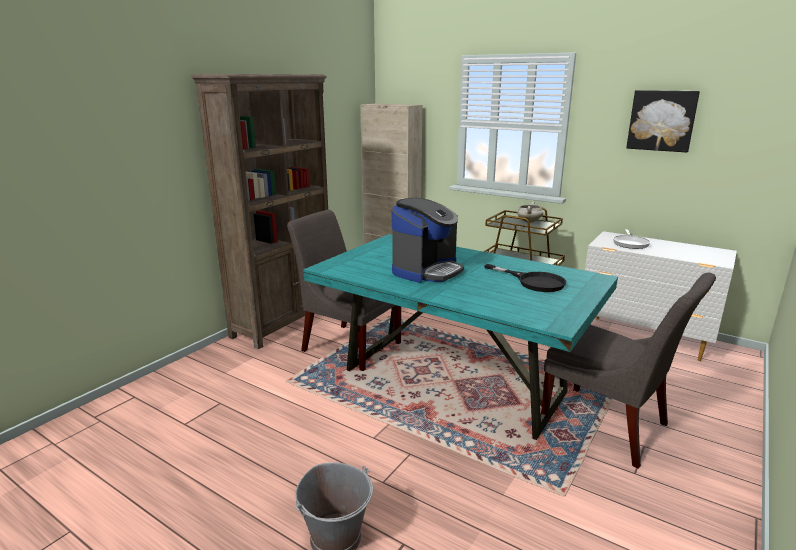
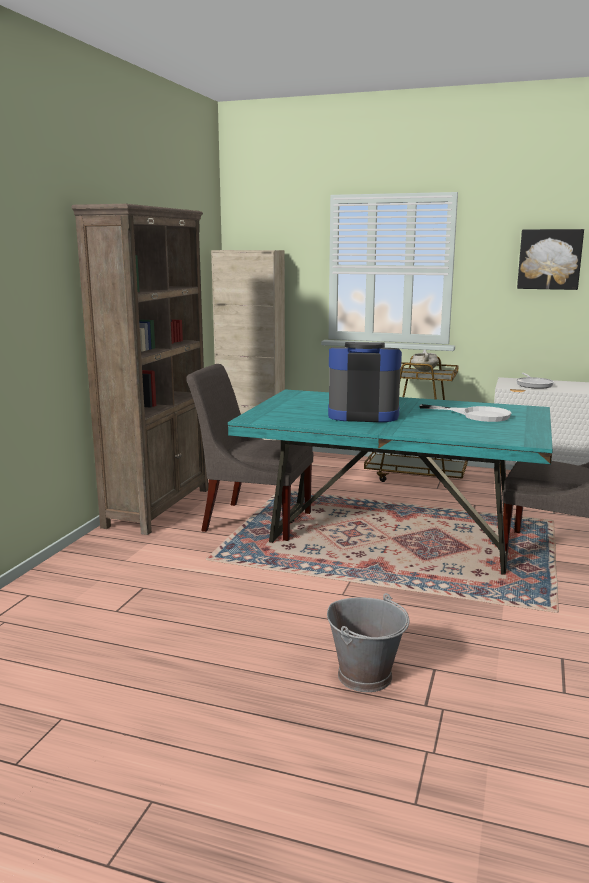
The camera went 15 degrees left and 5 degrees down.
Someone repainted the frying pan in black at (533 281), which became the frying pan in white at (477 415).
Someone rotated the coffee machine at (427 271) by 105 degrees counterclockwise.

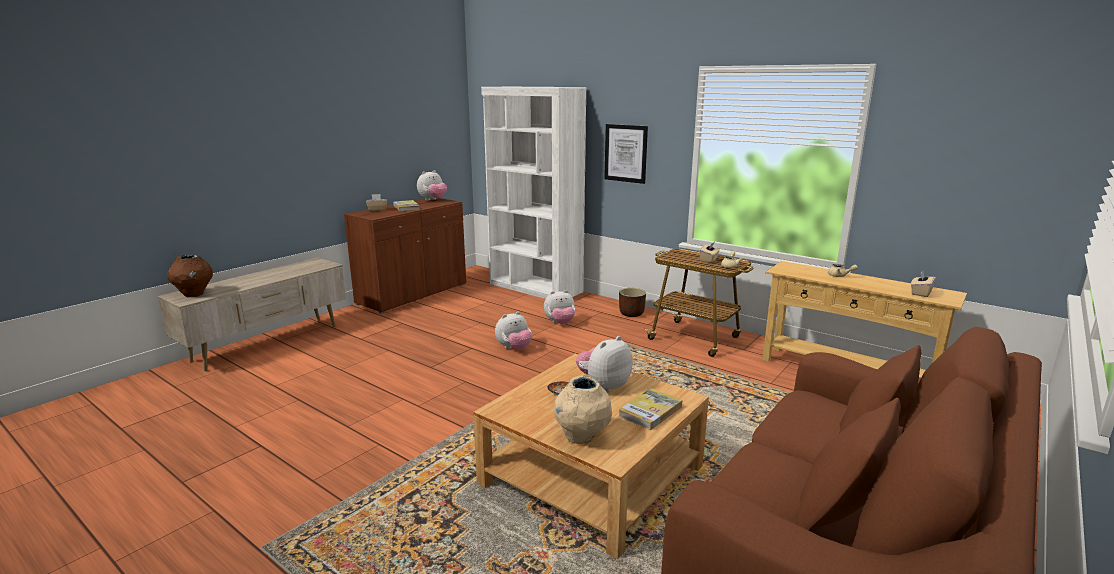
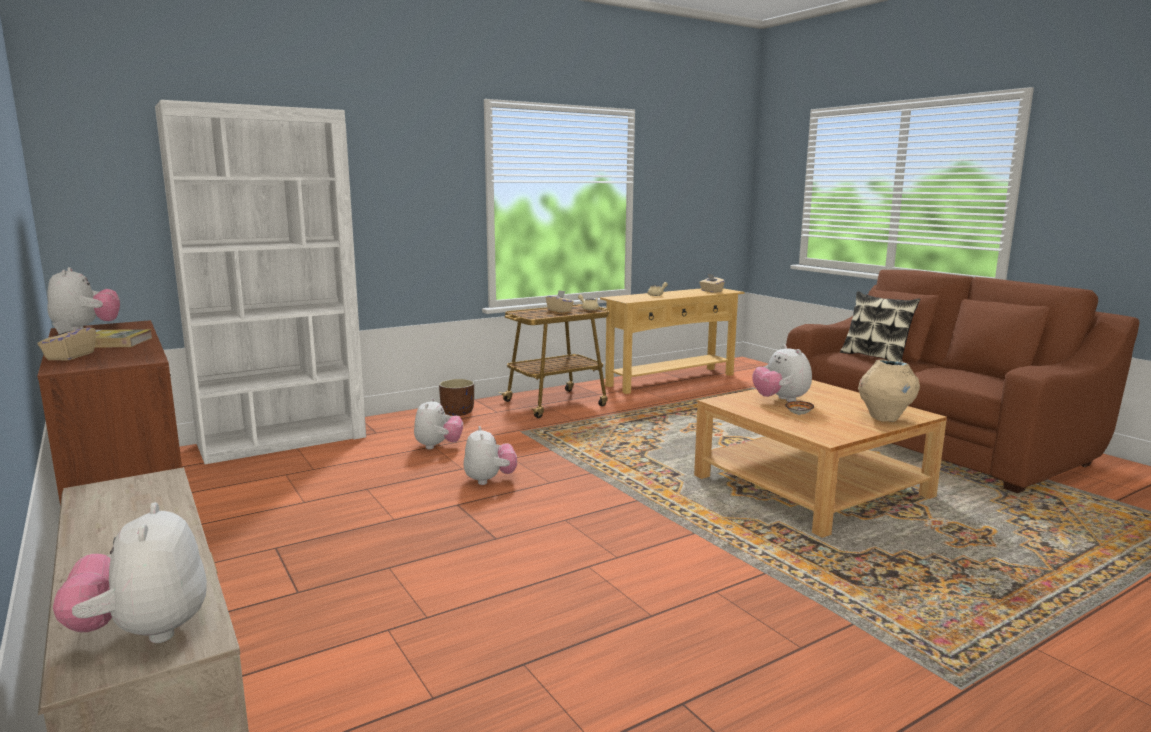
The camera went 70 degrees left and 5 degrees down.
Someone took away the picture at (625 153).
Someone took away the book at (650 411).
Someone put down the pillow at (875 357).
Someone swapped the vase in brown at (194 294) for the plush toy at (144 632).

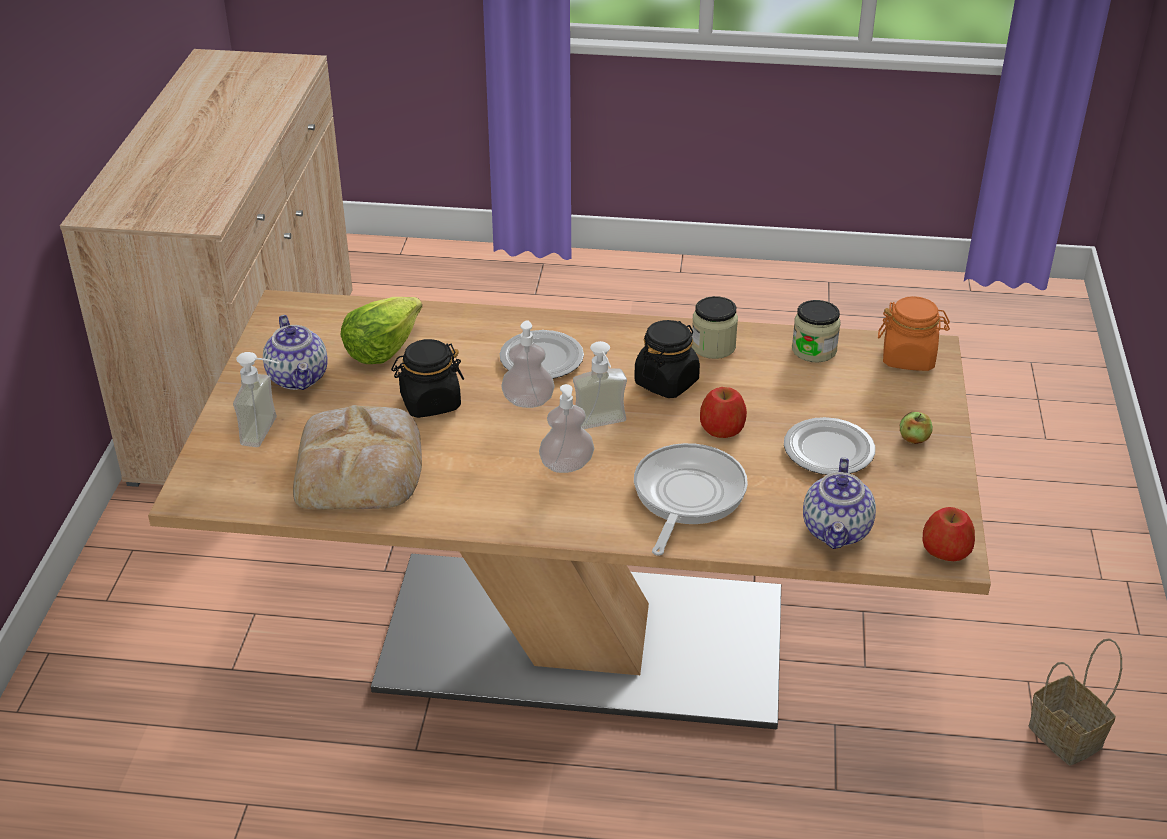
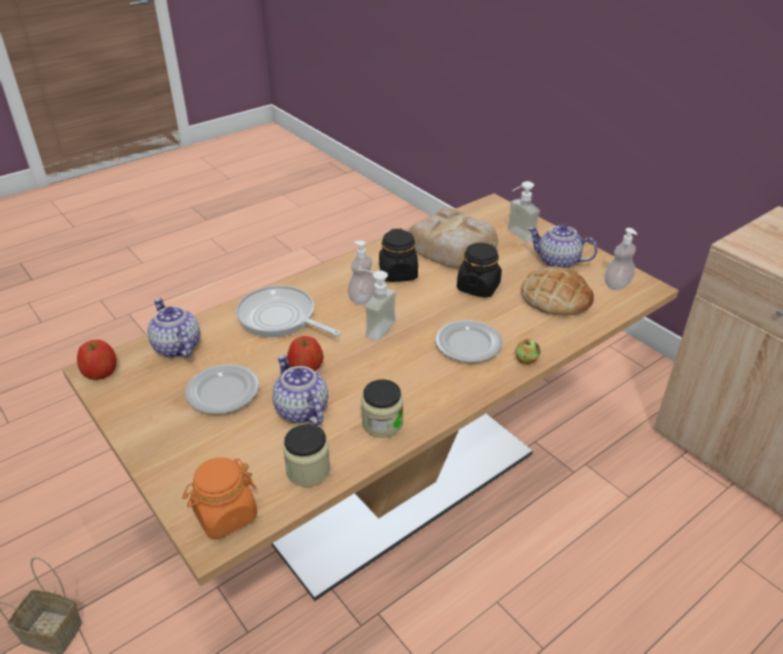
The camera went 135 degrees right and 0 degrees up.
Someone put down the teapot at (300 410).
Someone carried the soap dispenser from (528 401) to (617 285).
Someone carried the jar in black from (666 382) to (398 274).
Someone carried the apple from (913 439) to (526 360).
Someone swapped the lettuce at (382 348) for the bread at (556 297).
Someone rotated the frying pan at (686 496) by 150 degrees clockwise.

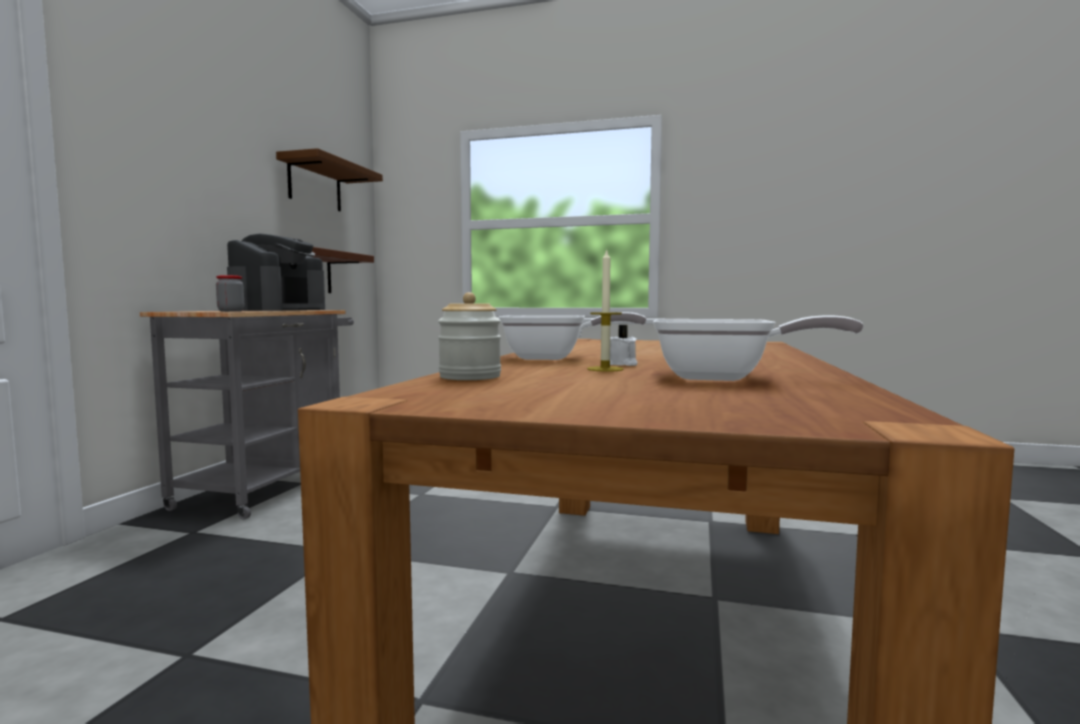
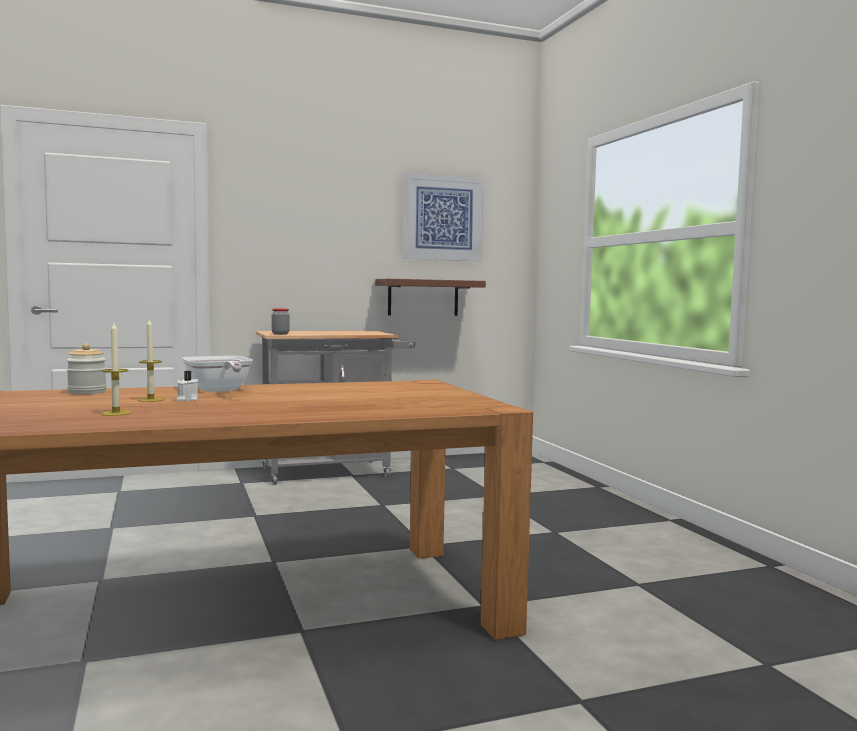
The camera went 55 degrees right and 0 degrees up.
Someone took away the coffee machine at (279 310).
Someone swapped the shelf in brown at (315 185) for the picture at (443 218).
Someone swapped the frying pan at (725 378) for the candle at (116 413).

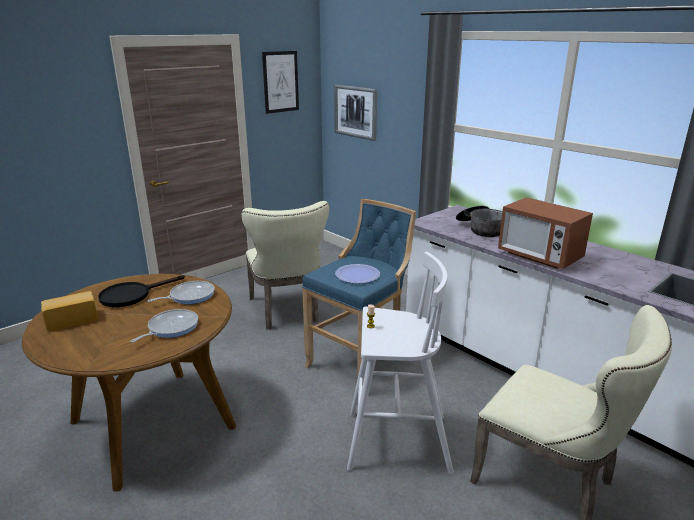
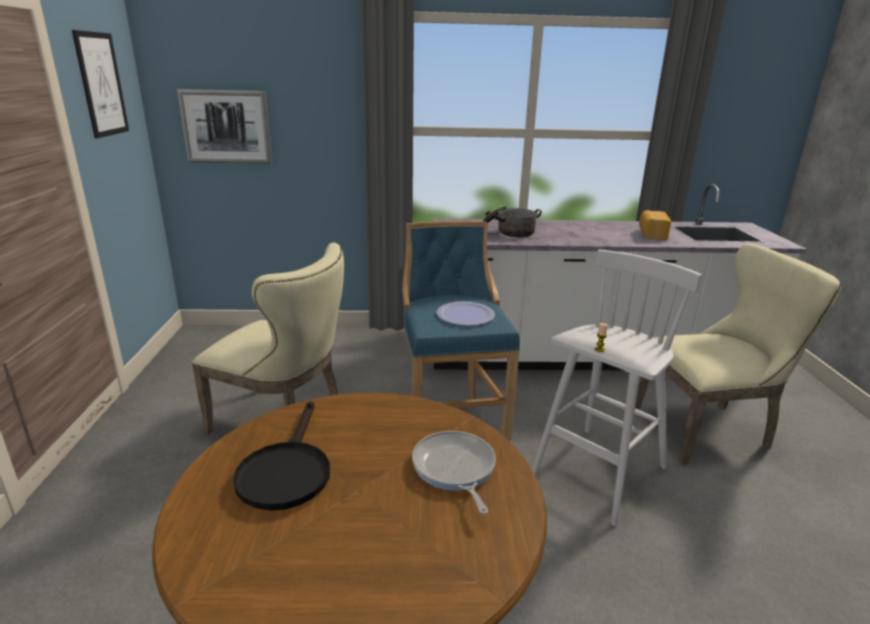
The camera went 50 degrees left and 0 degrees up.
Someone took away the frying pan at (189 296).
Someone took away the microwave at (539 256).
Someone carried the bread from (72 320) to (651 234).

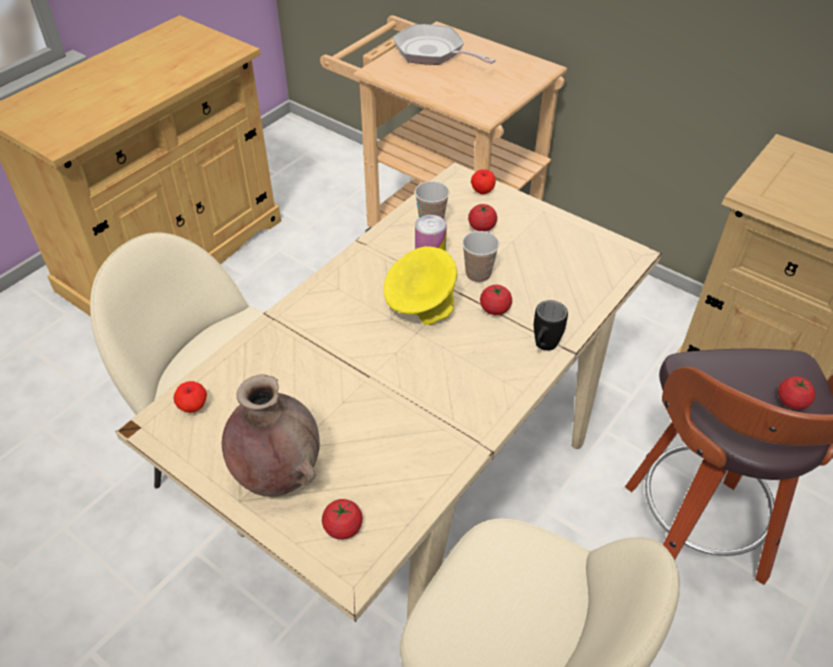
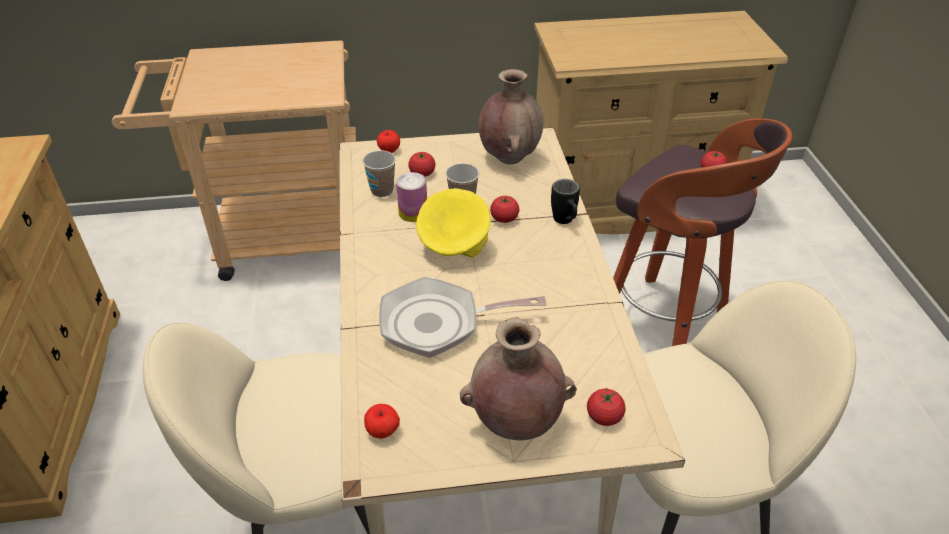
The camera went 45 degrees left and 5 degrees down.
Someone put down the vase in brown at (509 157).
Someone carried the frying pan from (433 53) to (438 323).

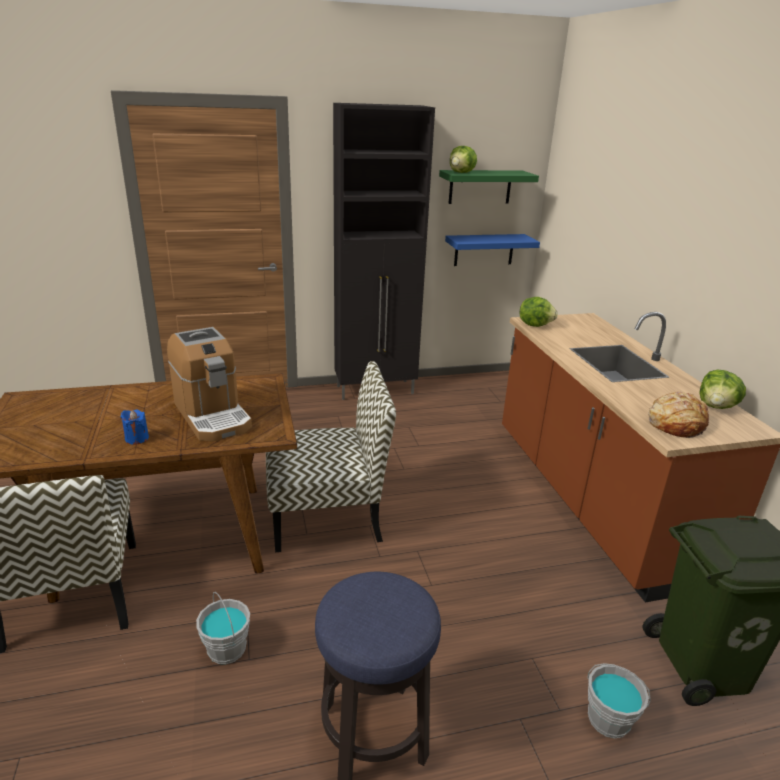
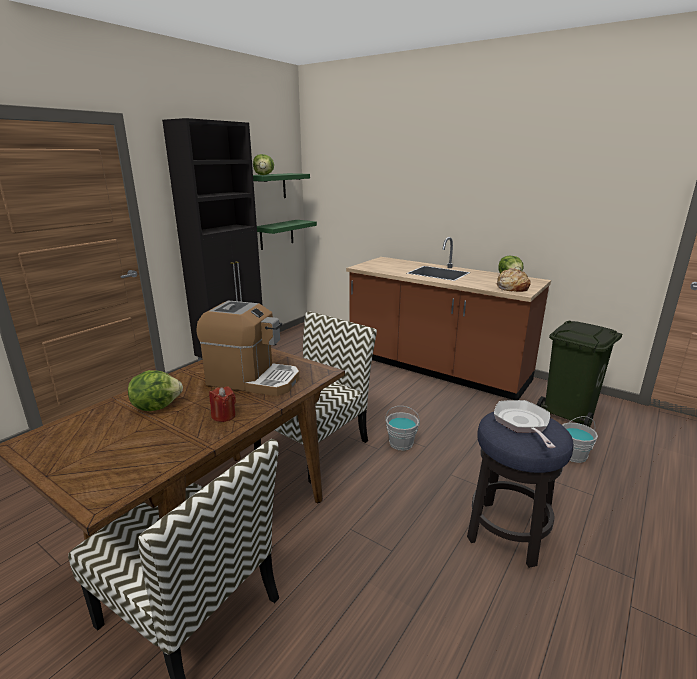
The camera went 40 degrees left and 5 degrees down.
Someone put down the frying pan at (522 423).
Someone carried the bucket in grey from (227 648) to (401 443).
Someone carried the lettuce from (535 325) to (156 406).
Someone repainted the candle in blue at (137 438), which became the candle in red at (224 416).
Someone repainted the shelf in blue at (484 250), which became the shelf in green at (276 234).

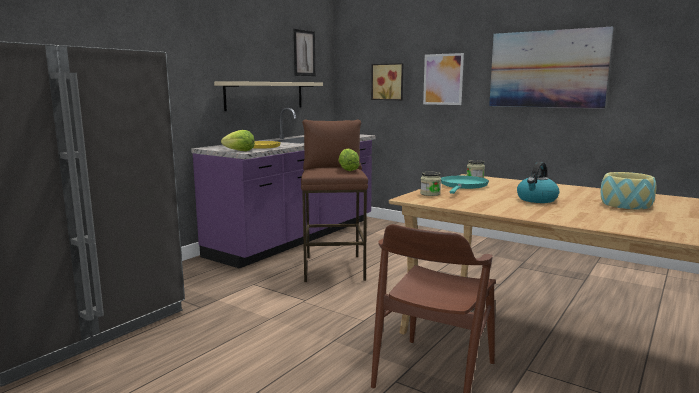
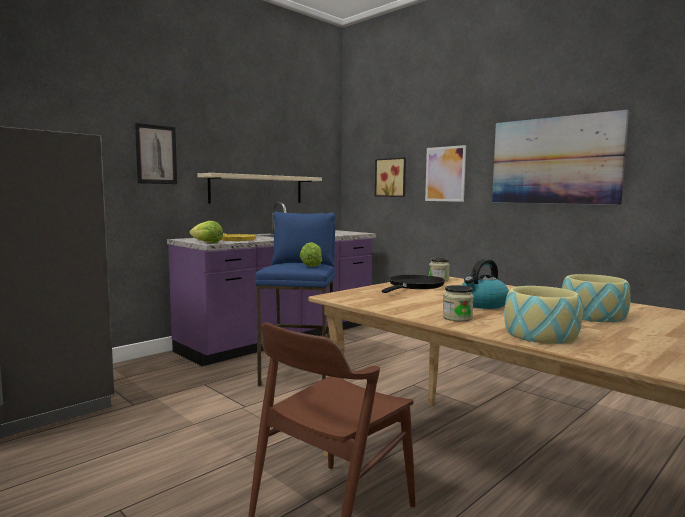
The camera went 10 degrees right and 5 degrees down.
Someone put down the bowl at (540 335).
Someone carried the picture from (304 53) to (156 154).
Someone carried the jar from (430 194) to (457 318).
Someone repainted the stool in brown at (334 268), which became the stool in blue at (299 373).
Someone repainted the frying pan in turquoise at (463 186), which became the frying pan in black at (414 286).

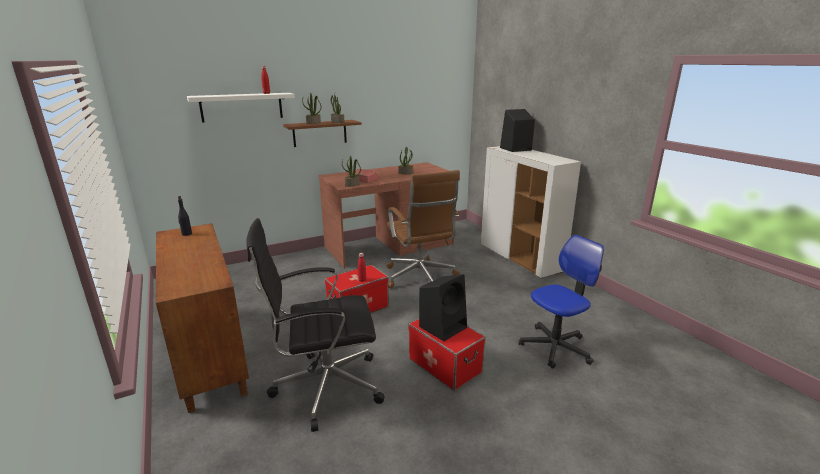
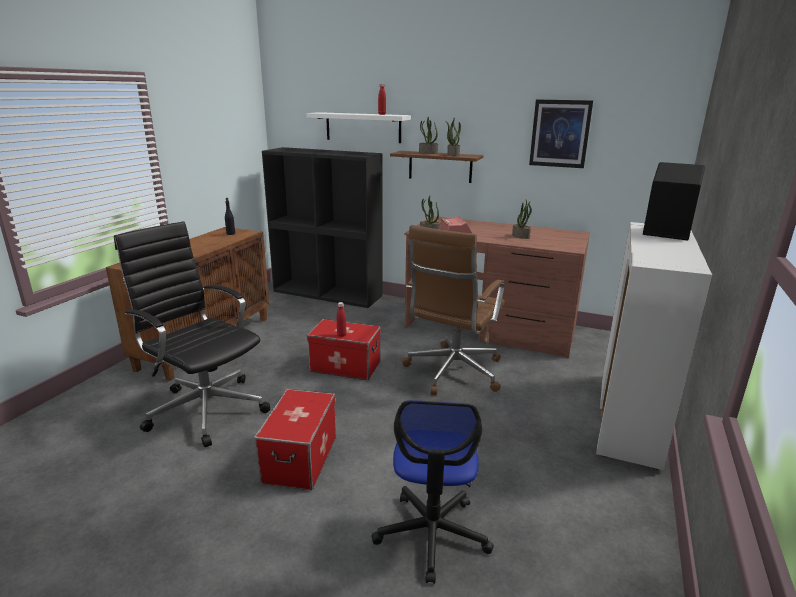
The camera went 50 degrees right and 0 degrees up.
Someone took away the speaker in black at (443 326).
Someone put down the bookcase in black at (328 293).
Someone put up the picture at (560 133).
Someone rotated the office chair at (555 347) by 75 degrees clockwise.

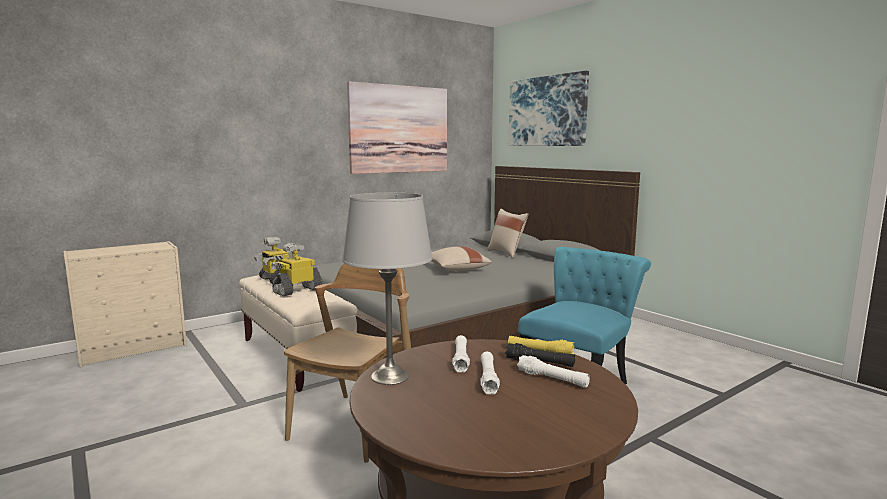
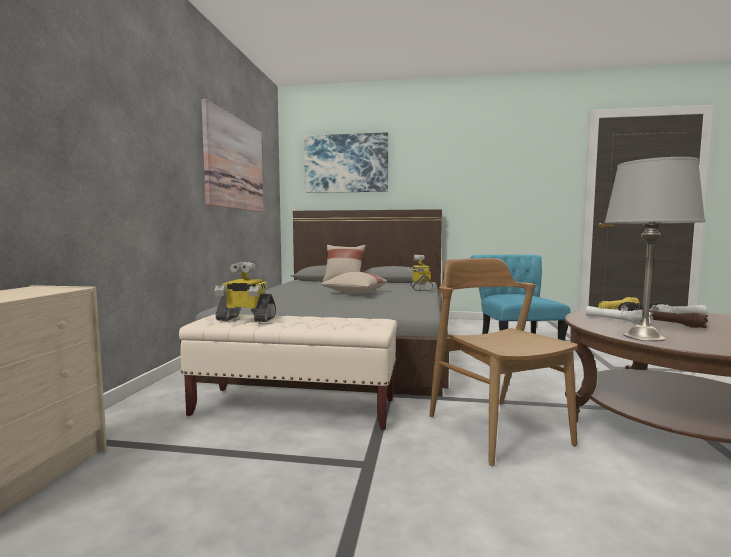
The camera went 45 degrees left and 5 degrees down.
Someone carried the toy robot from (297 290) to (420 288).
Someone repainted the flashlight in white at (488 378), which became the flashlight in brown at (668 323).

